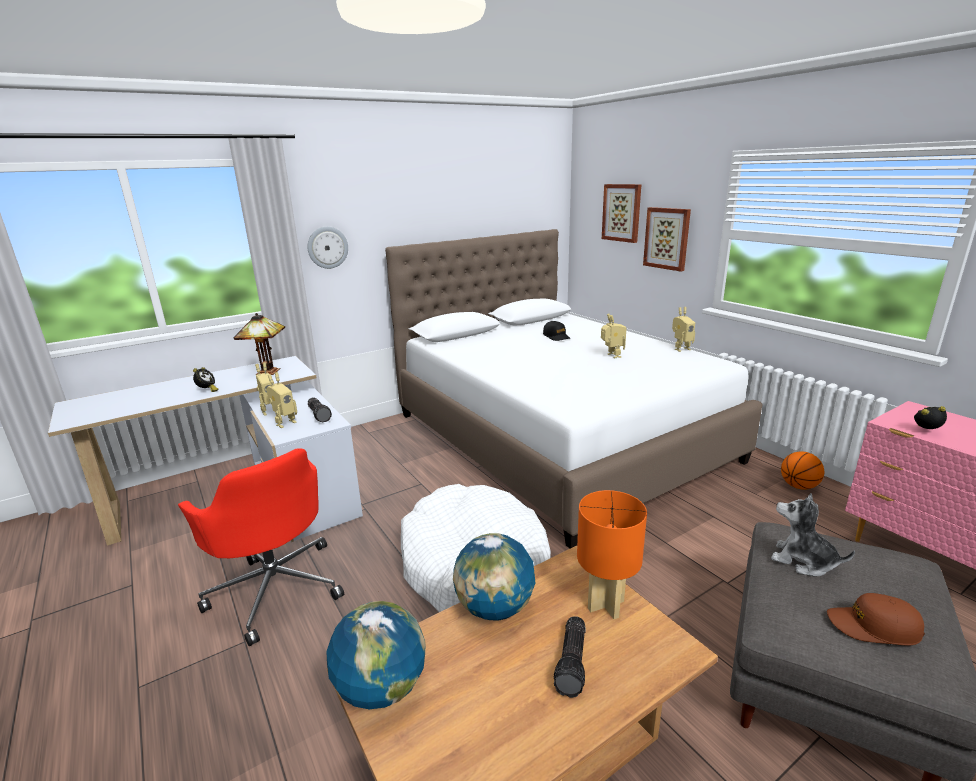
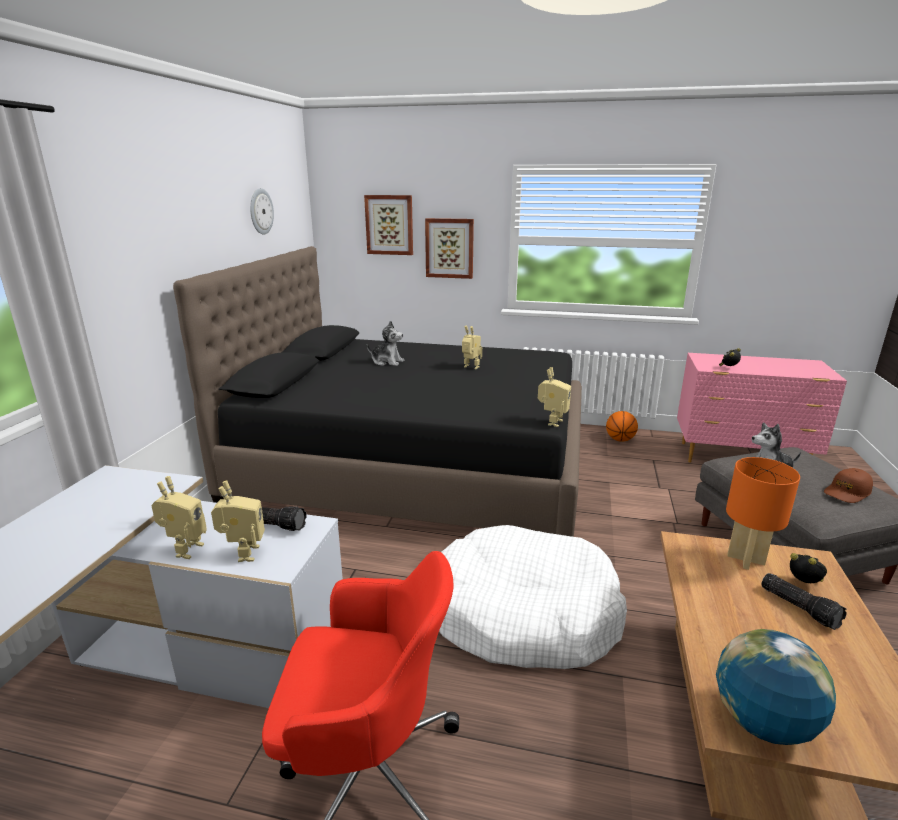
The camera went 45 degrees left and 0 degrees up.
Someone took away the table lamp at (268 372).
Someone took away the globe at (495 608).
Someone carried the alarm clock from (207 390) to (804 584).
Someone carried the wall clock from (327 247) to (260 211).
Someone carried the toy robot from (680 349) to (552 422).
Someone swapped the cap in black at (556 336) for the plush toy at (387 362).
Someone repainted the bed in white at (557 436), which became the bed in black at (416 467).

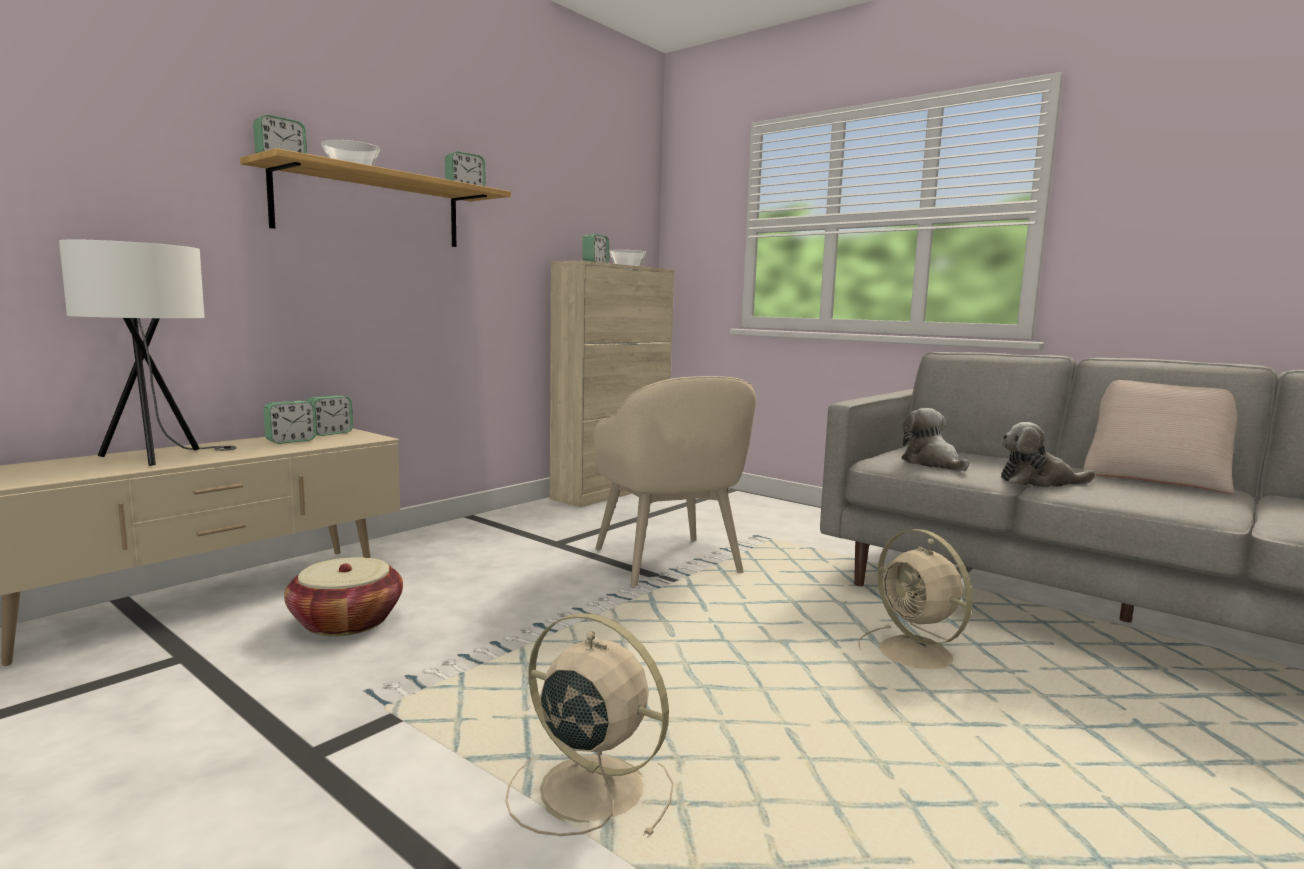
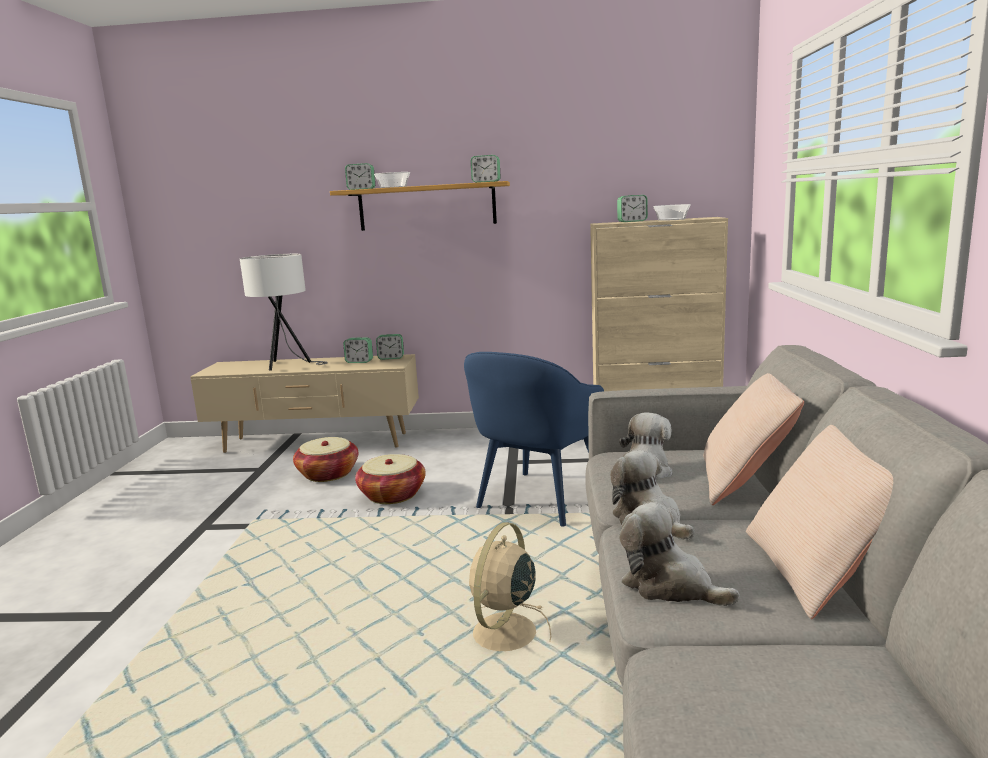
The camera went 55 degrees right and 5 degrees up.
Someone took away the fan in beige at (588 787).
Someone put down the basket at (392 495).
Someone put down the plush toy at (669 585).
Someone put down the pillow in beige at (746 480).
Someone repainted the armchair in beige at (668 562), which became the armchair in blue at (540 499).

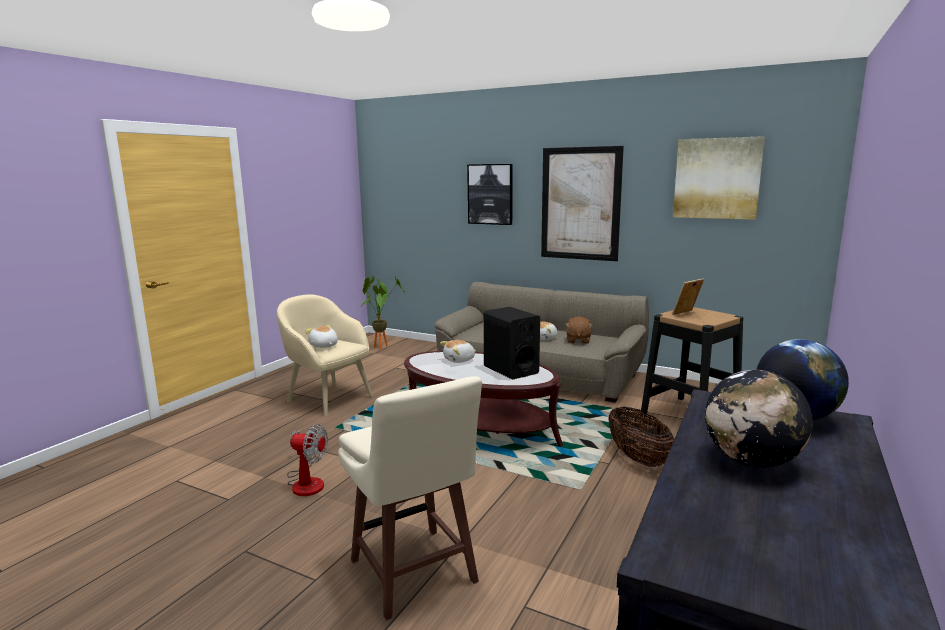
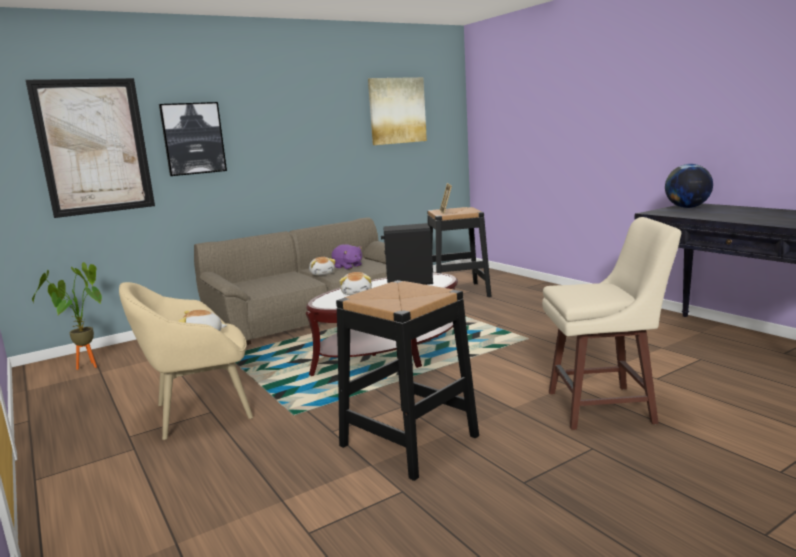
The camera went 60 degrees left and 0 degrees up.
Someone took away the basket at (638 458).
Someone took away the globe at (751 461).
Someone carried the picture from (580 204) to (94 147).
Someone swapped the fan at (306 482) for the stool in black at (409 440).
Someone repainted the plush toy in brown at (578 340), which became the plush toy in purple at (348 267).

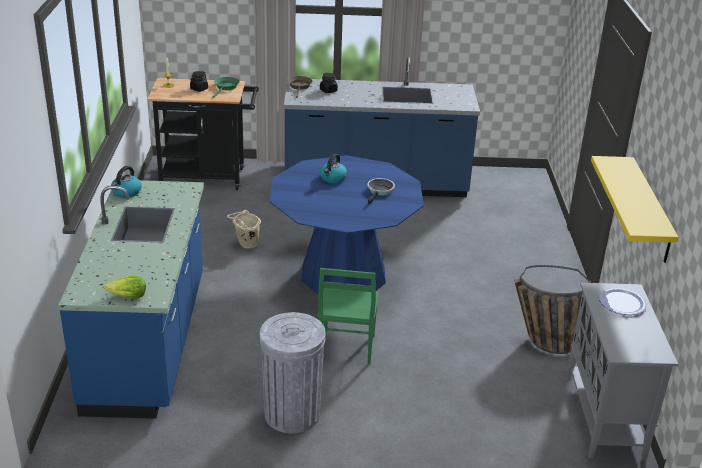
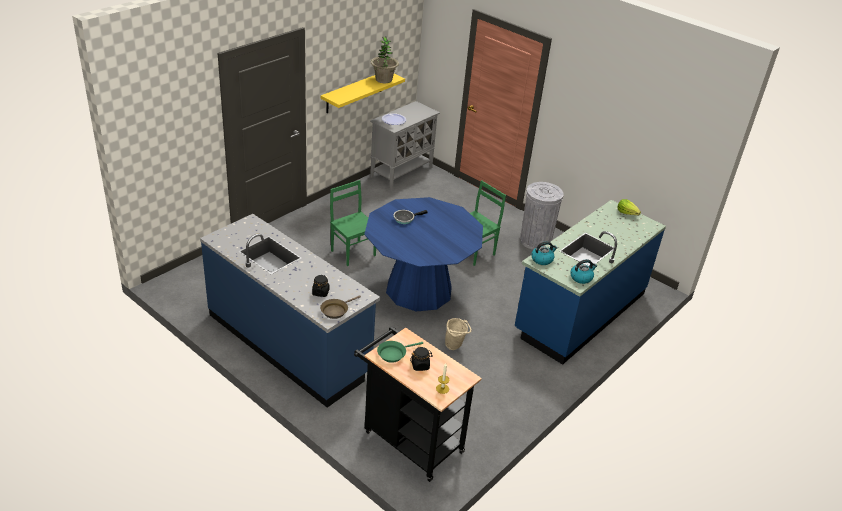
The camera went 140 degrees left and 5 degrees up.
Someone took away the basket at (544 343).
Someone put down the chair in green at (353 252).
Someone put down the potted plant at (383 80).
Someone carried the kettle from (332 178) to (542 259).

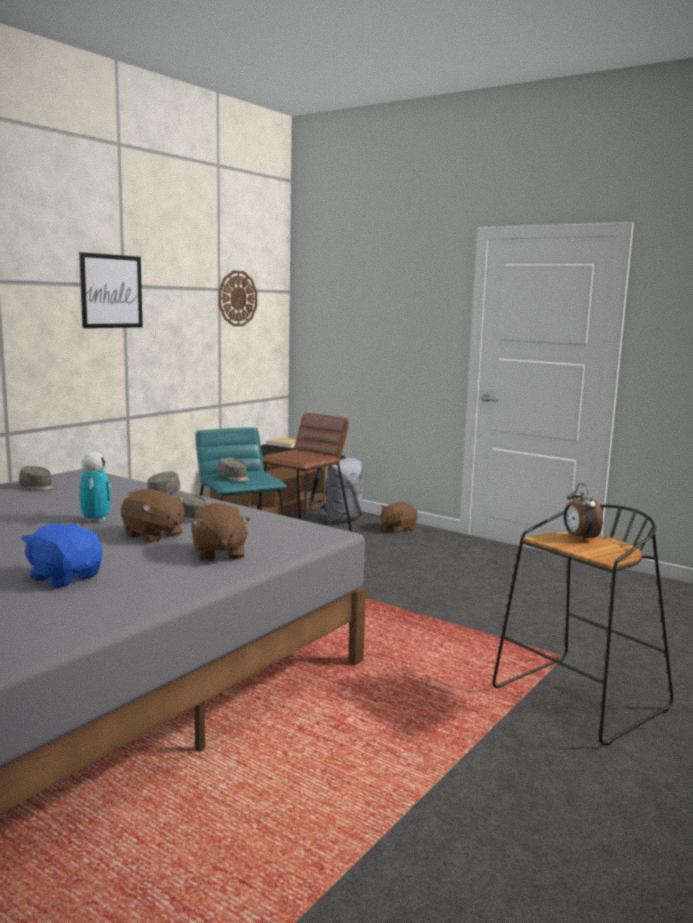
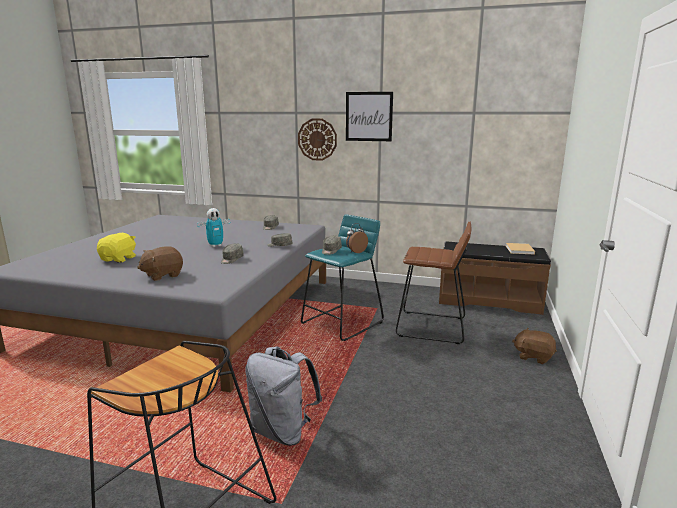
The camera went 70 degrees right and 5 degrees up.
Someone took away the plush toy in brown at (153 535).
Someone carried the wall clock from (237 298) to (317 139).
Someone carried the backpack in grey from (339 520) to (282 431).
Someone carried the alarm clock from (579 538) to (356 252).
Someone repainted the plush toy in blue at (65 577), which became the plush toy in yellow at (119 259).

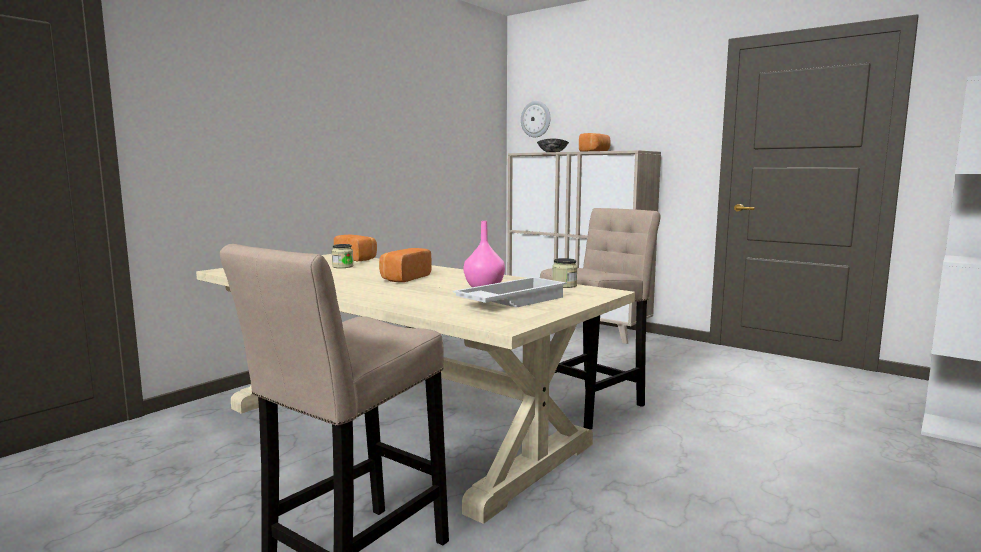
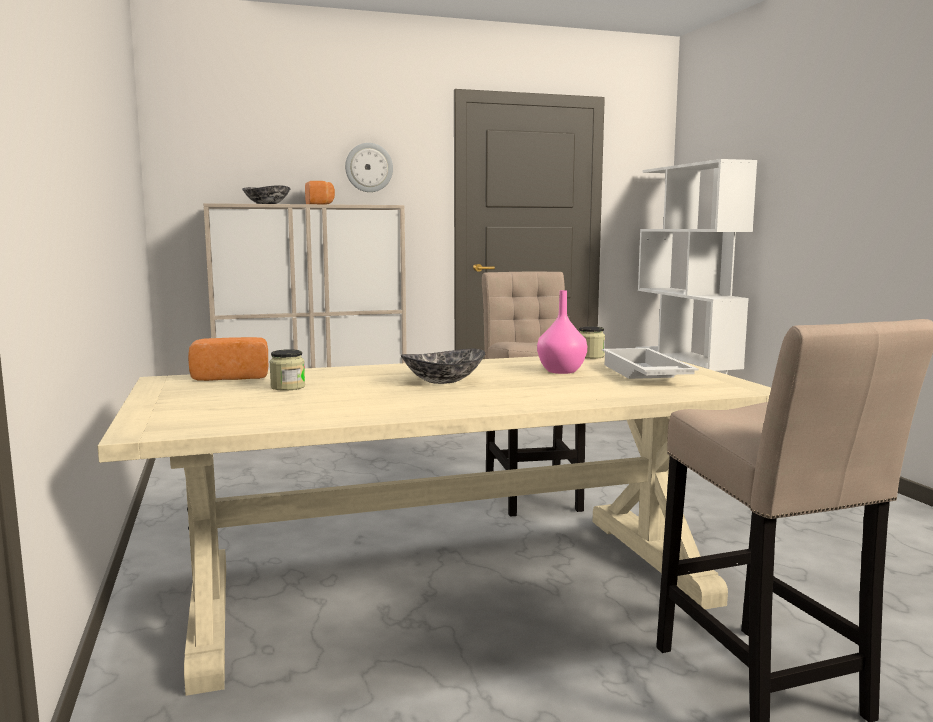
The camera went 55 degrees left and 0 degrees up.
Someone carried the wall clock from (536 119) to (369 167).
Someone swapped the bread at (404 278) for the bowl at (443 380).

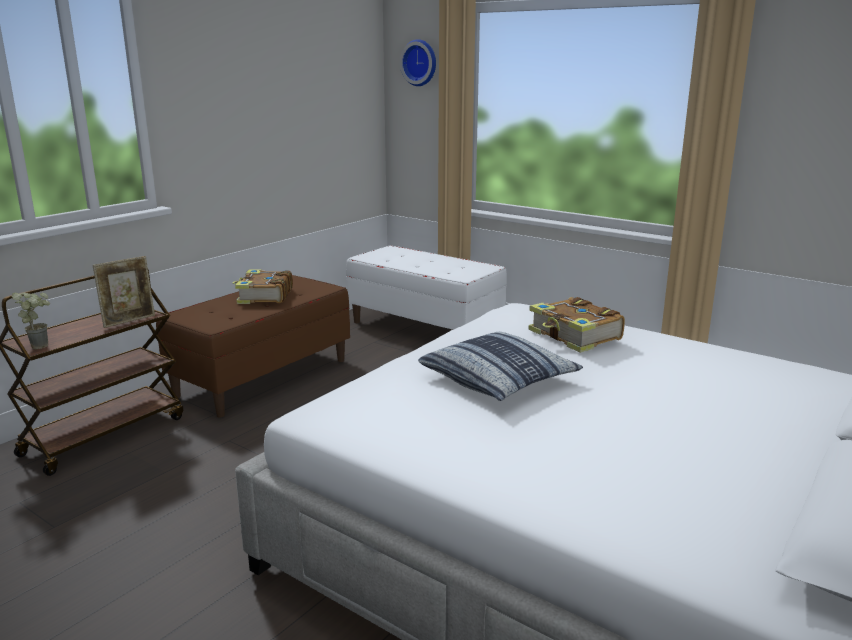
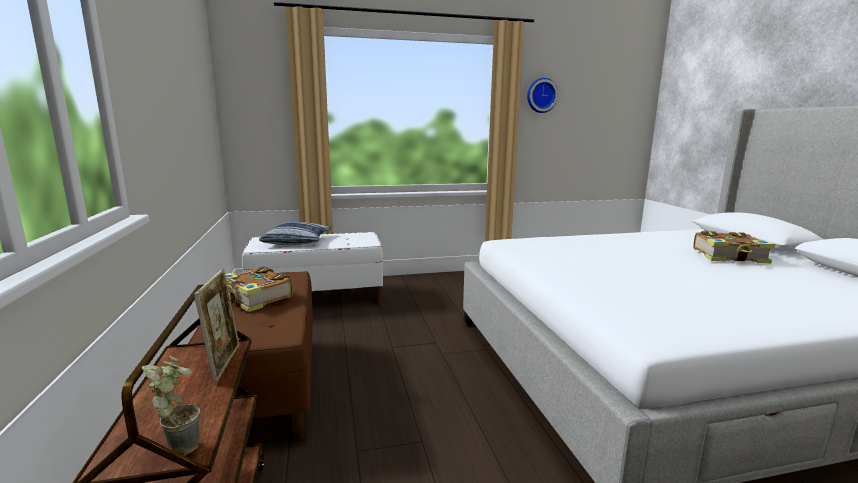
The camera went 50 degrees left and 5 degrees down.
Someone carried the wall clock from (420 63) to (541 95).
Someone carried the pillow from (498 380) to (297 241).
Someone carried the book from (575 336) to (730 257).

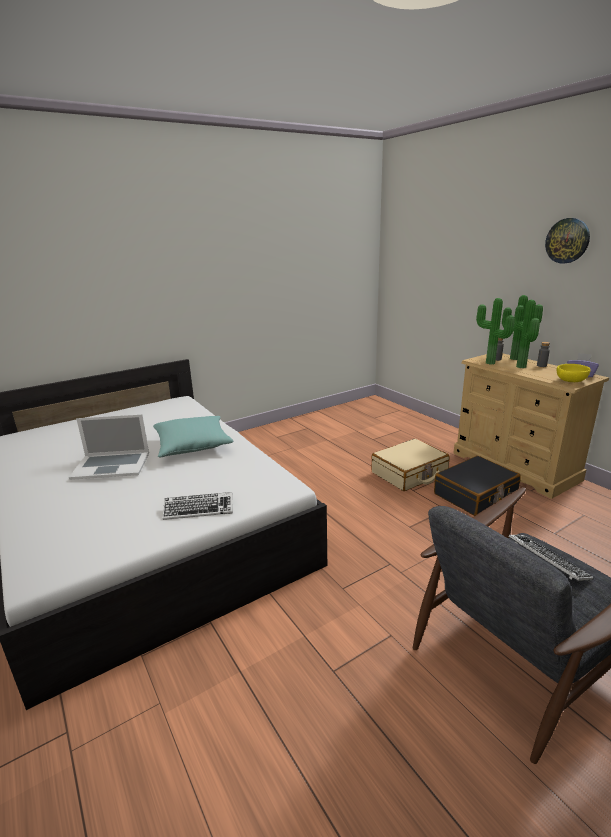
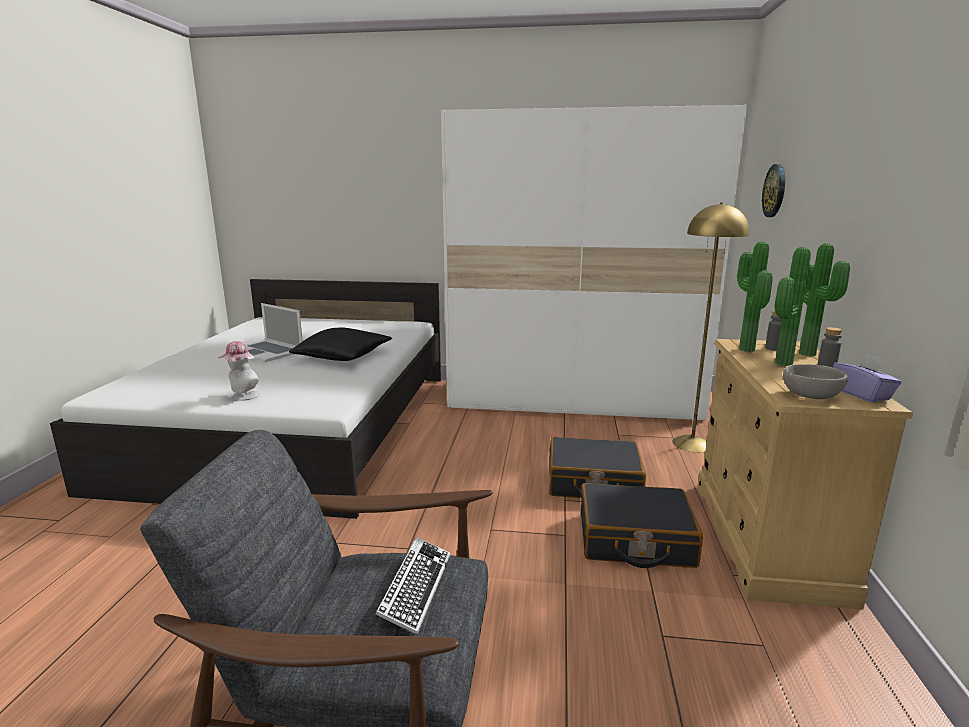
The camera went 40 degrees right and 5 degrees down.
Someone put down the wardrobe in white at (573 400).
Someone put down the floor lamp in yellow at (692 443).
Someone carried the wall clock from (567 240) to (775 191).
Someone swapped the keyboard at (199 509) for the hat at (243 397).
Someone repainted the pillow in turquoise at (193 445), which became the pillow in black at (343 356).
Someone repainted the suitcase in beige at (409 473), which became the suitcase in black at (593 483).
Someone repainted the bowl in yellow at (571 381), which became the bowl in grey at (812 396).

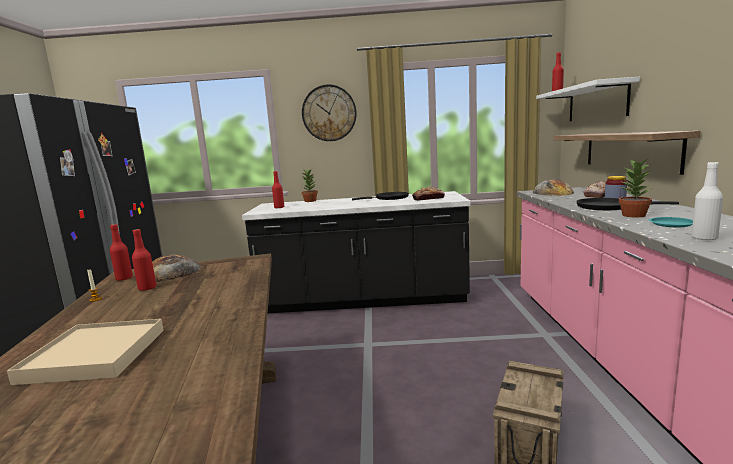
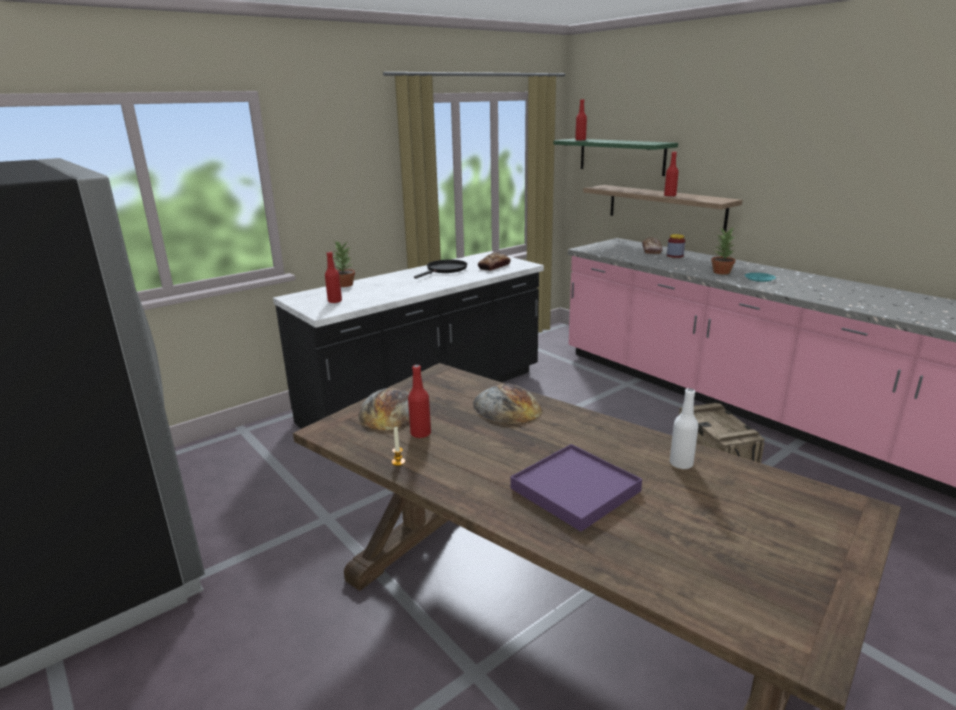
The camera went 40 degrees left and 10 degrees up.
Someone took away the wall clock at (329 113).
Someone took away the frying pan in black at (608 207).
Someone carried the bottle in red from (124 278) to (670 196).
Someone carried the bread from (552 192) to (507 407).
Someone carried the bottle in white from (704 238) to (681 464).
Someone repainted the tray in beige at (95 355), which became the tray in purple at (575 490).
Someone repainted the shelf in white at (596 102), which became the shelf in green at (621 156).

